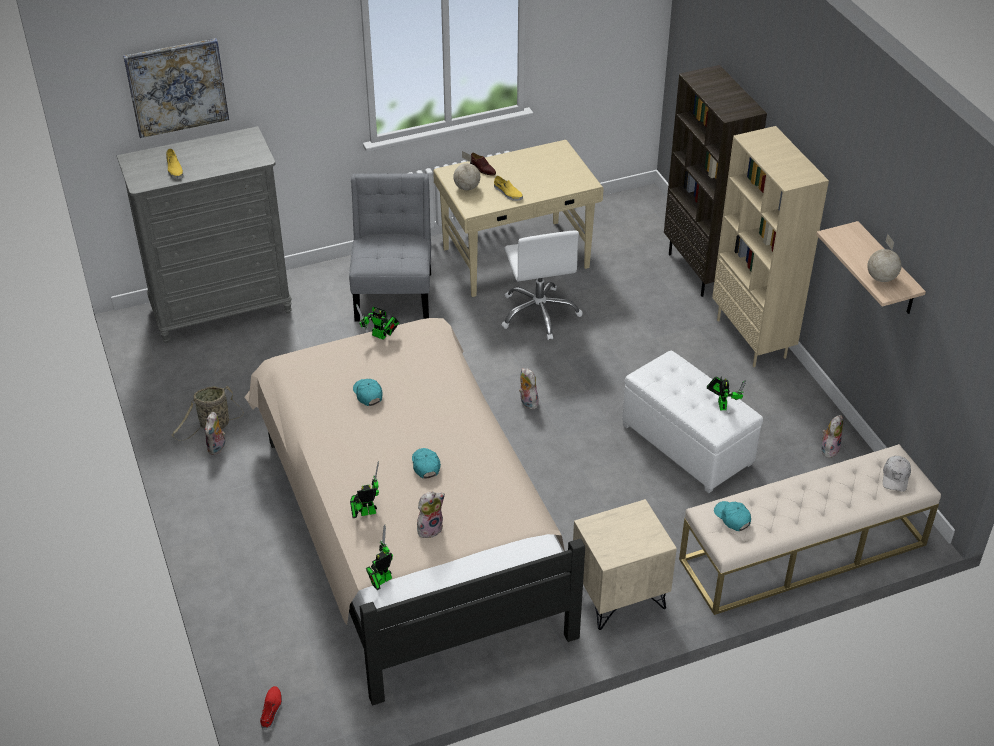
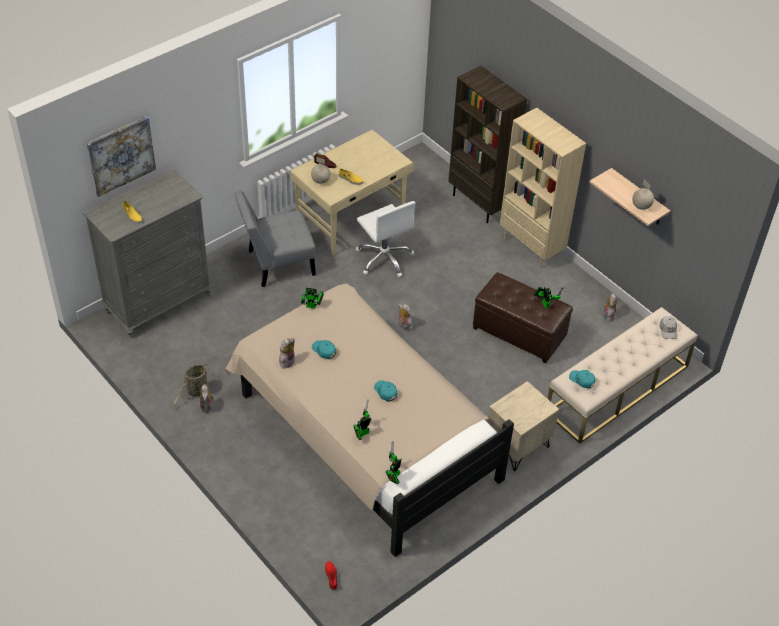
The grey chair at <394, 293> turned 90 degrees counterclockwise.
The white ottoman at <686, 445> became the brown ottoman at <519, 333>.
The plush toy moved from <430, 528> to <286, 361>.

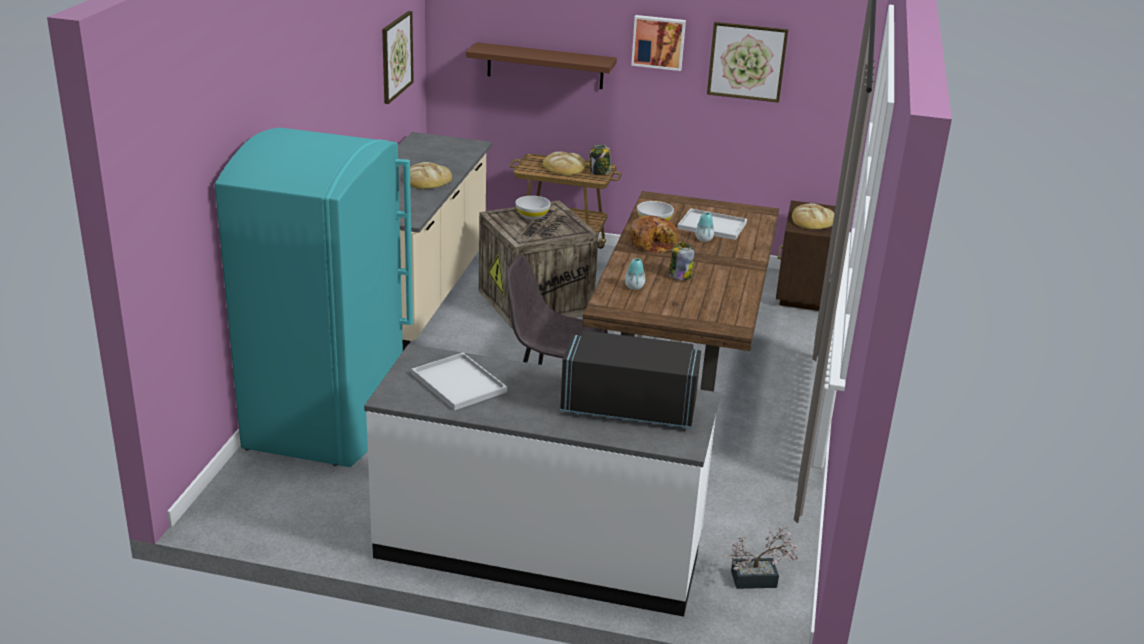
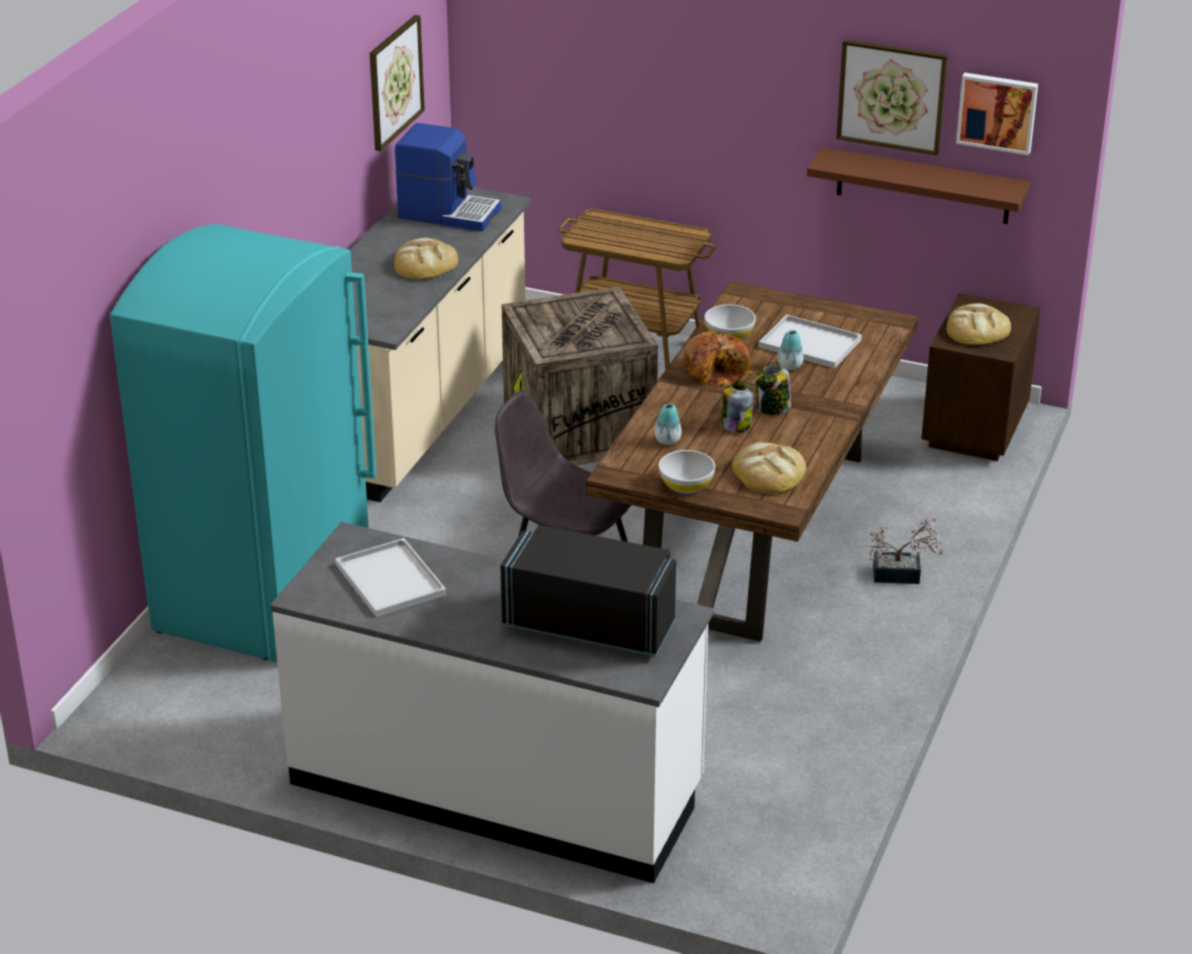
The picture moved from <658, 42> to <997, 112>.
The brown shelf moved from <545, 66> to <923, 186>.
The jar moved from <599, 172> to <772, 408>.
The bread moved from <564, 167> to <769, 472>.
The white bowl moved from <532, 216> to <686, 485>.
The potted plant moved from <759, 579> to <902, 575>.
The coffee machine at <449, 212> appeared.

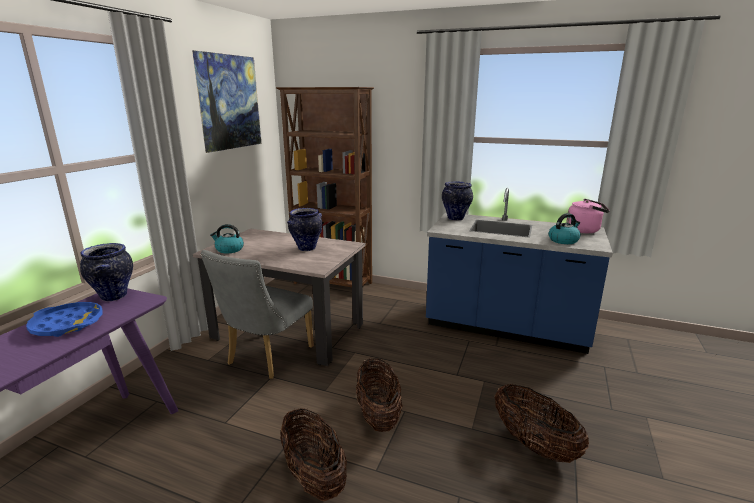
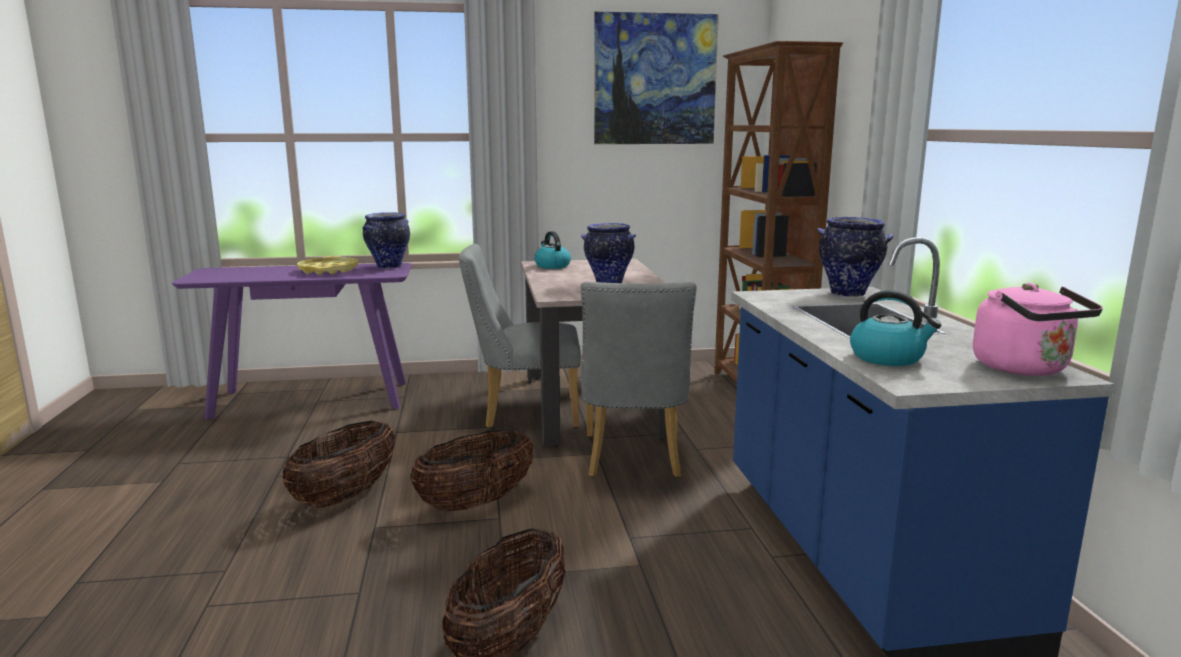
The blue tray at <67, 324> became the yellow tray at <328, 270>.
The grey chair at <633, 460> appeared.

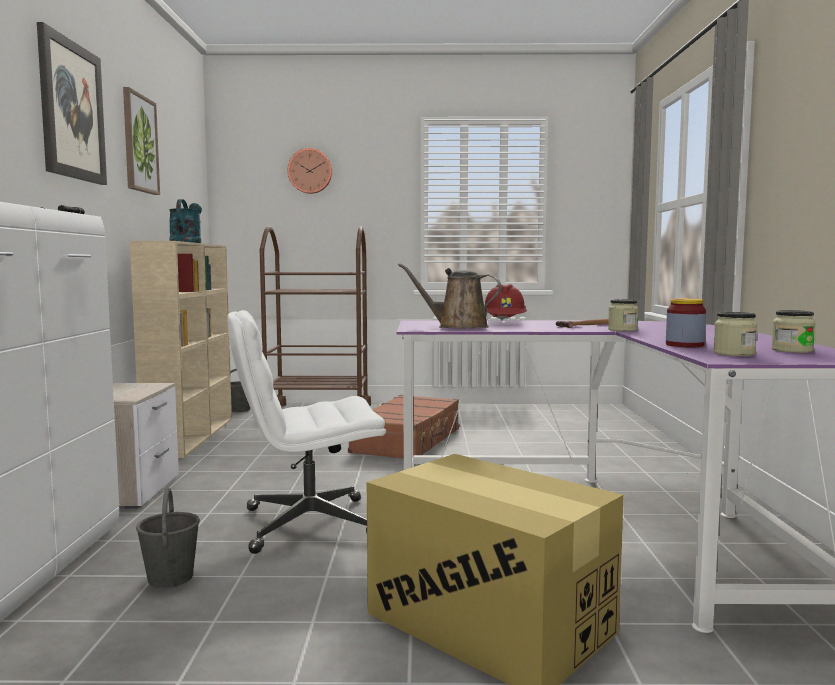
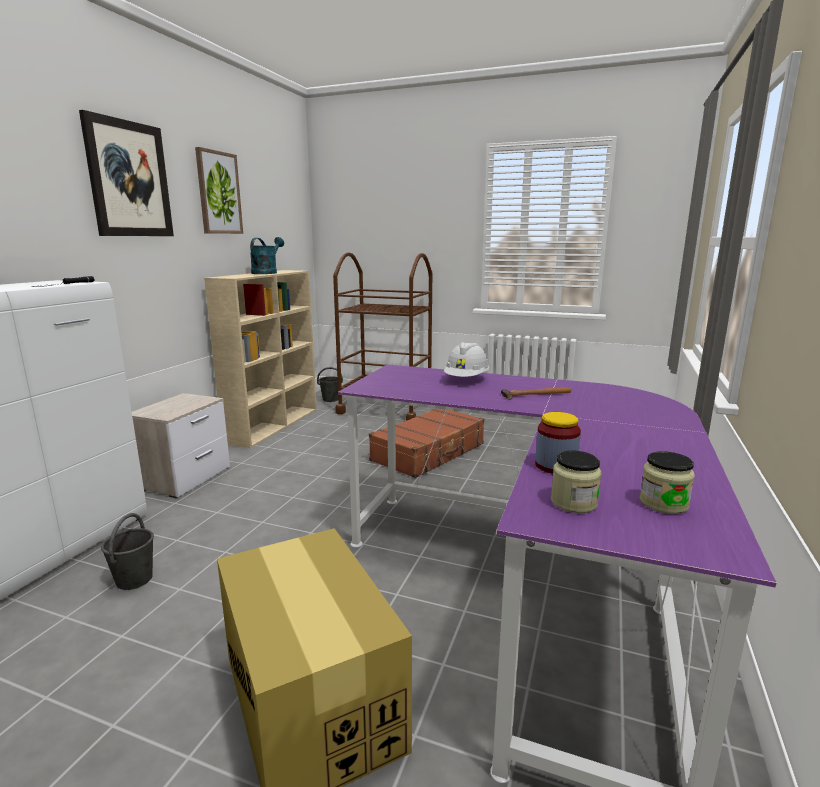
The wall clock at <310, 171> disappeared.
The brown watering can at <457, 327> disappeared.
The red hard hat at <504, 323> became the white hard hat at <466, 379>.
The jar at <622, 330> disappeared.
The white office chair at <307, 525> disappeared.

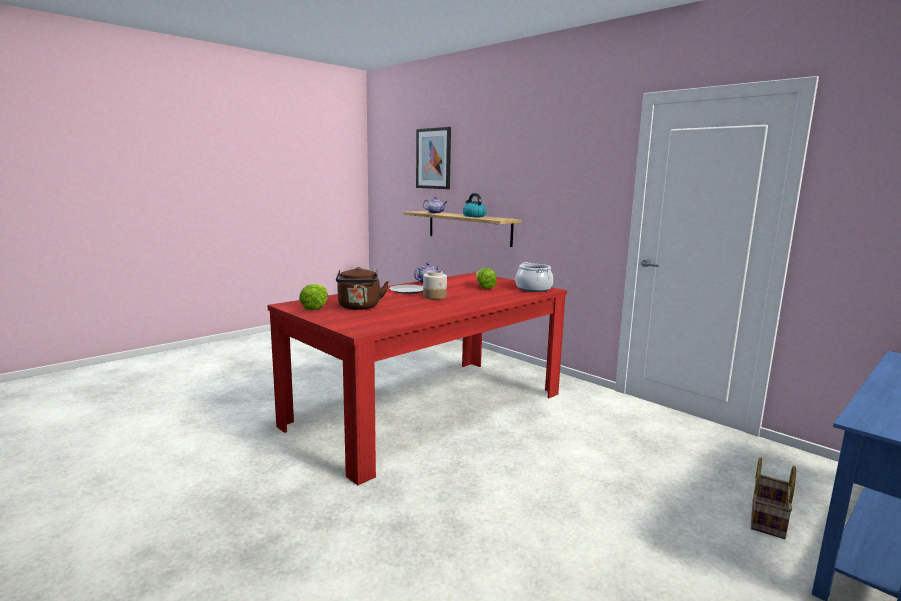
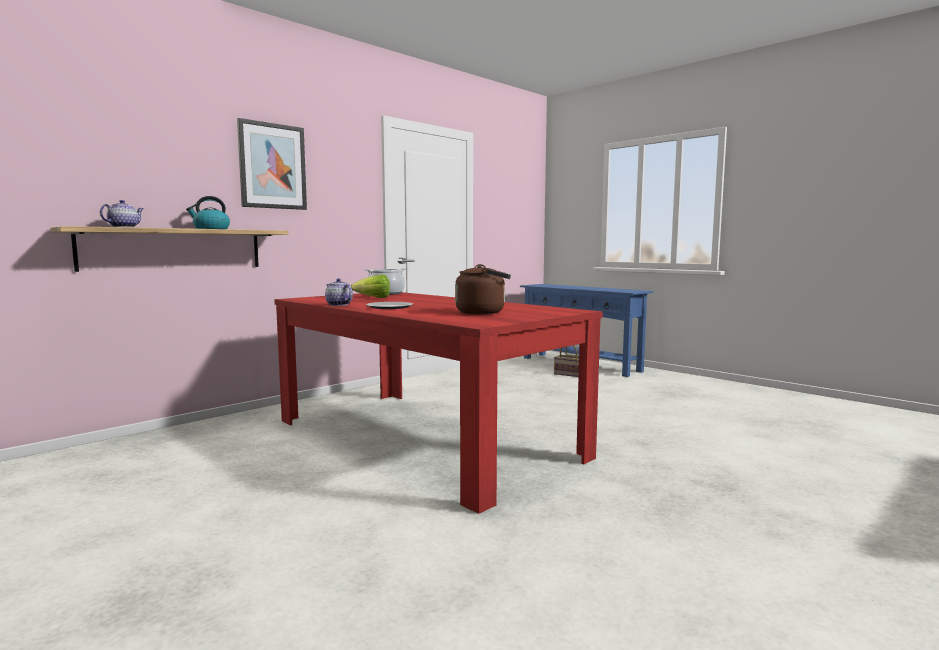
The picture moved from <433, 158> to <272, 166>.
The jar at <435, 297> disappeared.
The lettuce at <315, 307> disappeared.

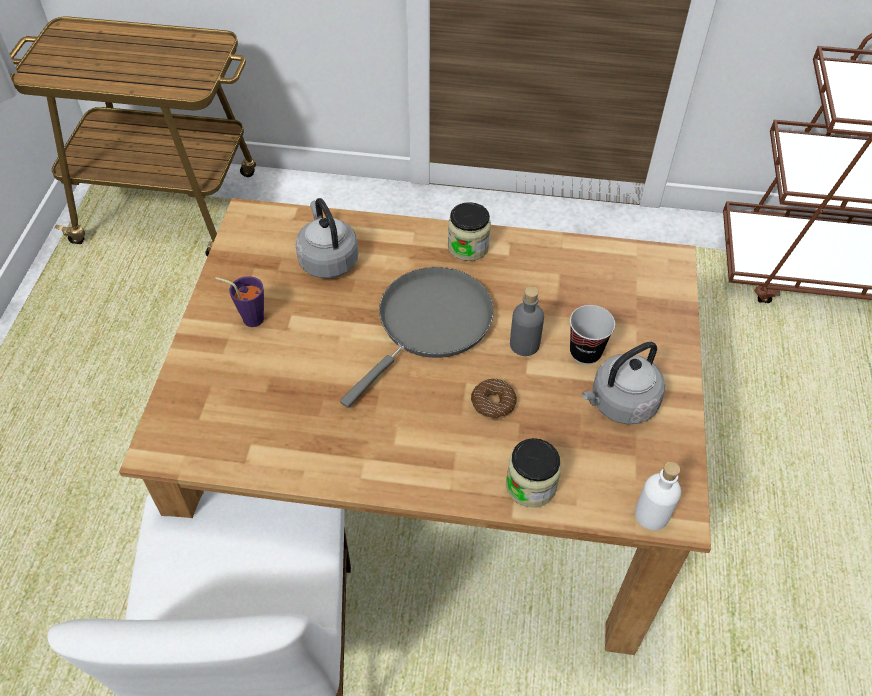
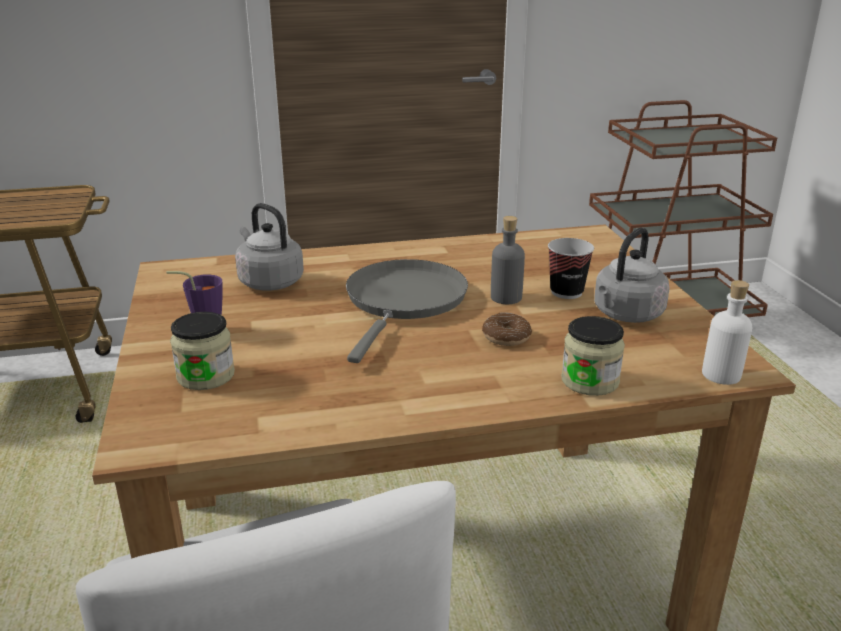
The jar moved from <468, 247> to <206, 376>.

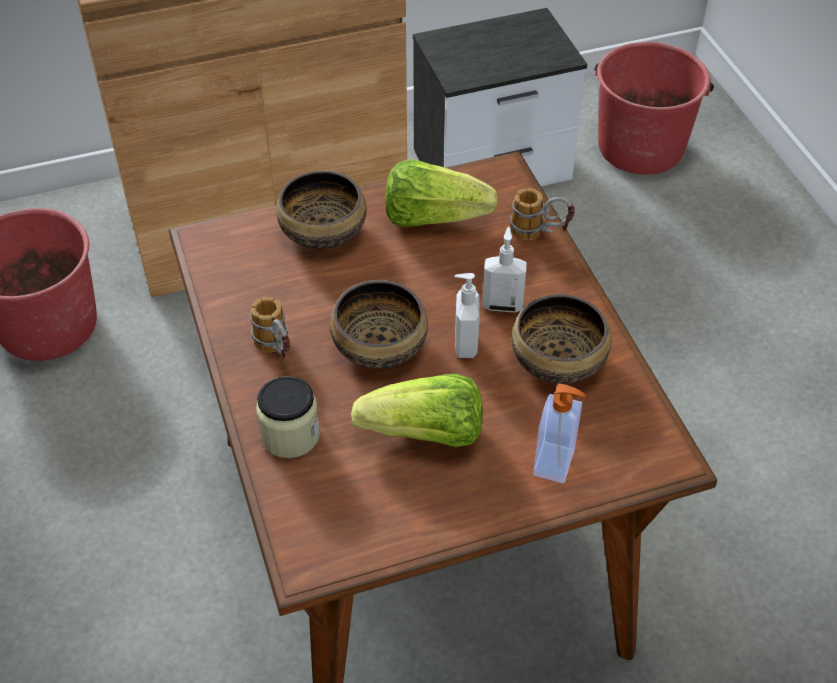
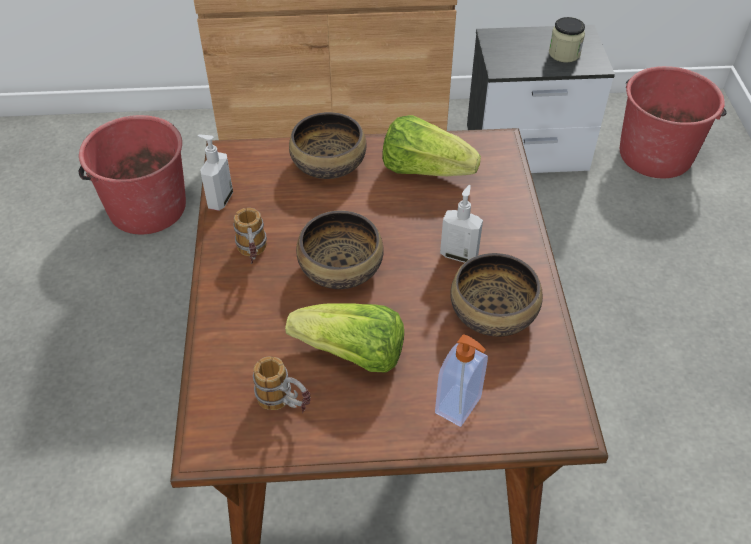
The mug moved from <540, 234> to <286, 404>.
The soap dispenser moved from <464, 344> to <219, 200>.
The jar moved from <290, 435> to <564, 54>.

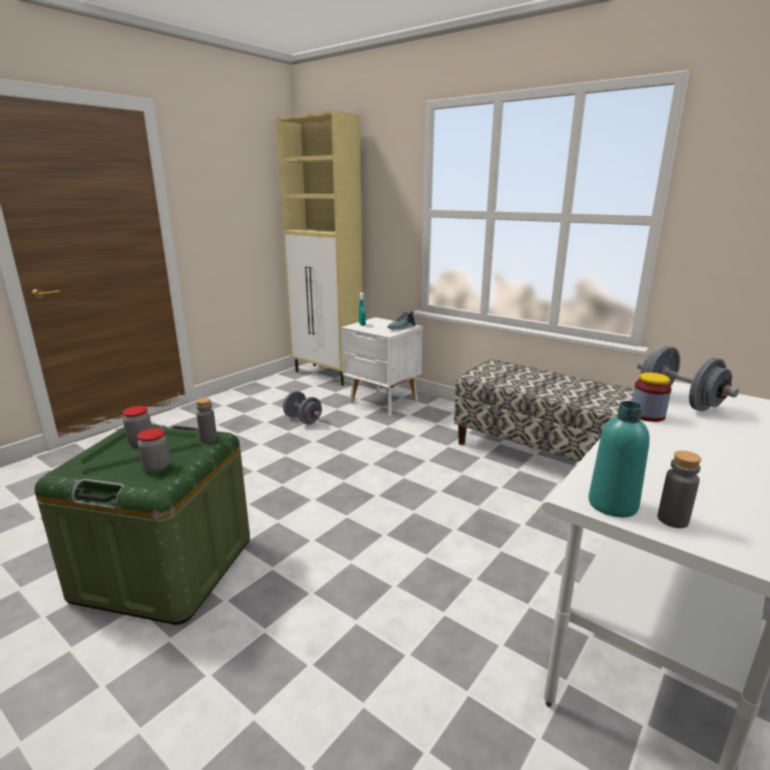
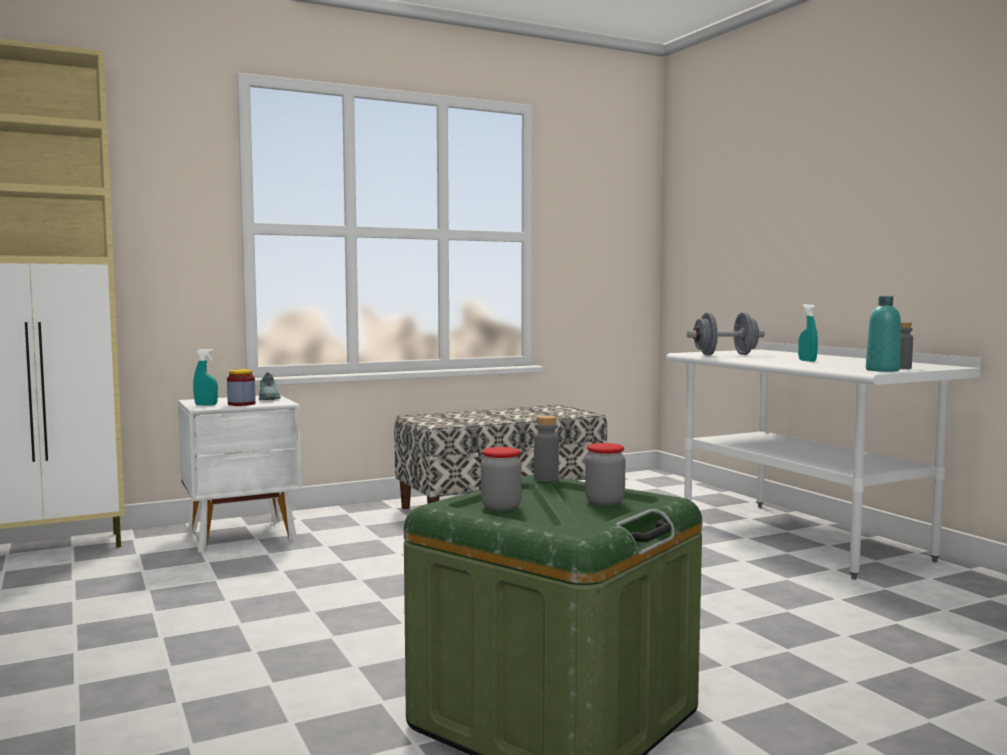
The jar moved from <647, 415> to <241, 404>.
The grey dumbbell at <303, 420> disappeared.
The turquoise spray bottle at <807, 361> appeared.

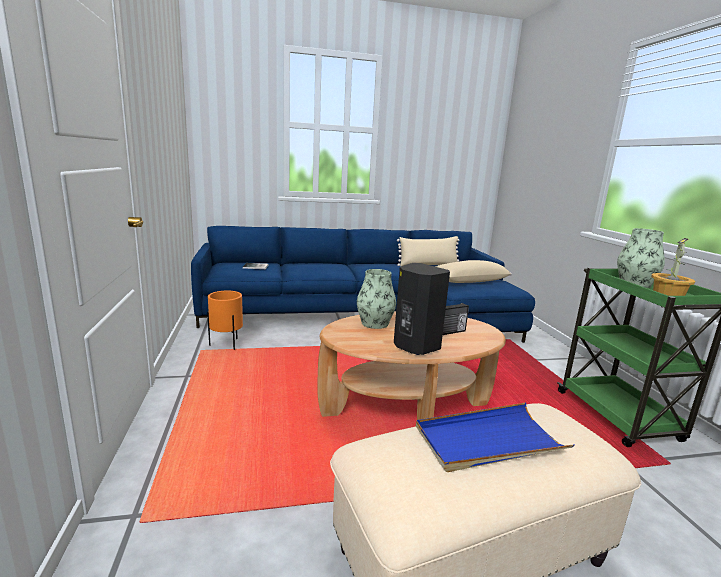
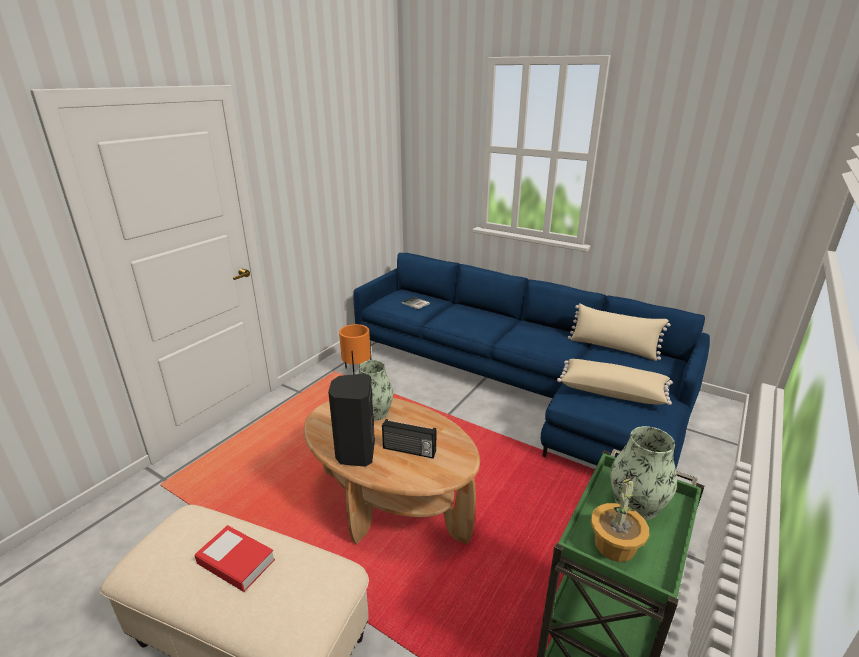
The blue tray at <489, 441> was replaced by the book at <236, 562>.

